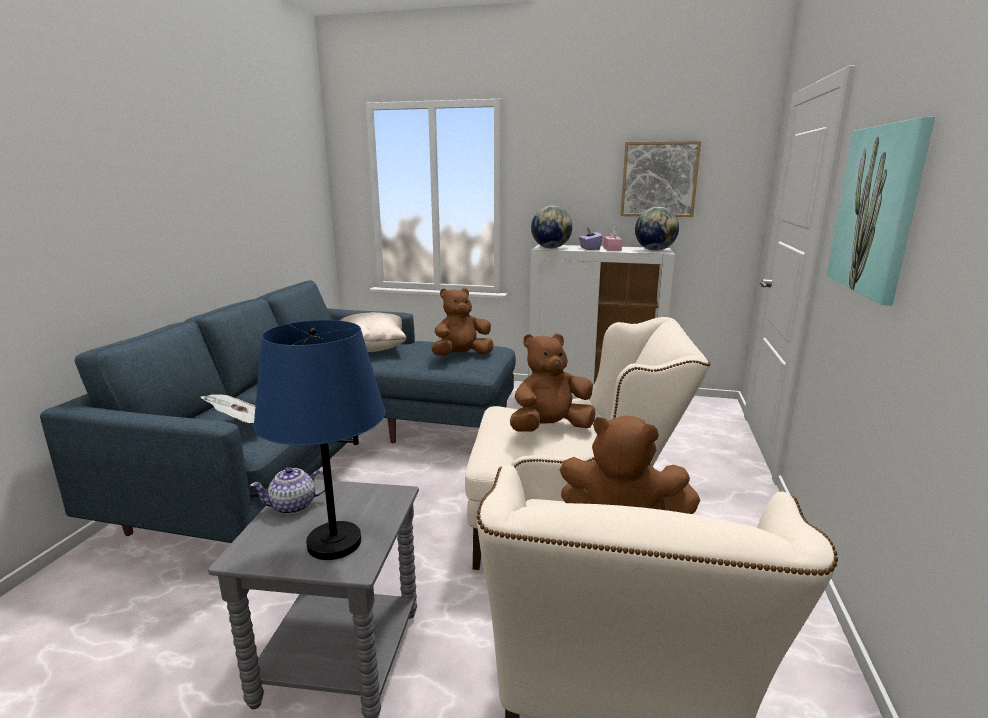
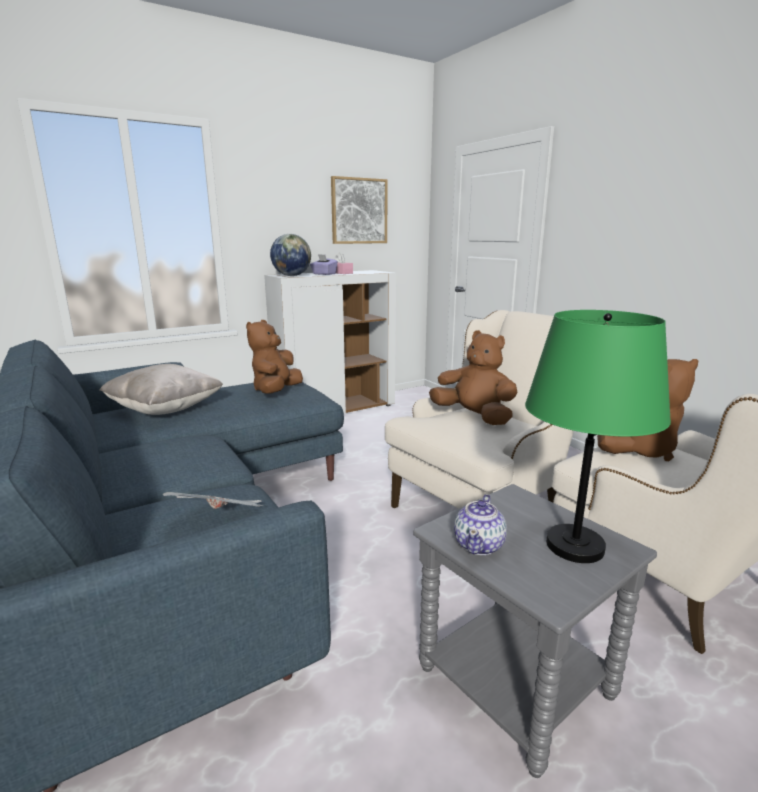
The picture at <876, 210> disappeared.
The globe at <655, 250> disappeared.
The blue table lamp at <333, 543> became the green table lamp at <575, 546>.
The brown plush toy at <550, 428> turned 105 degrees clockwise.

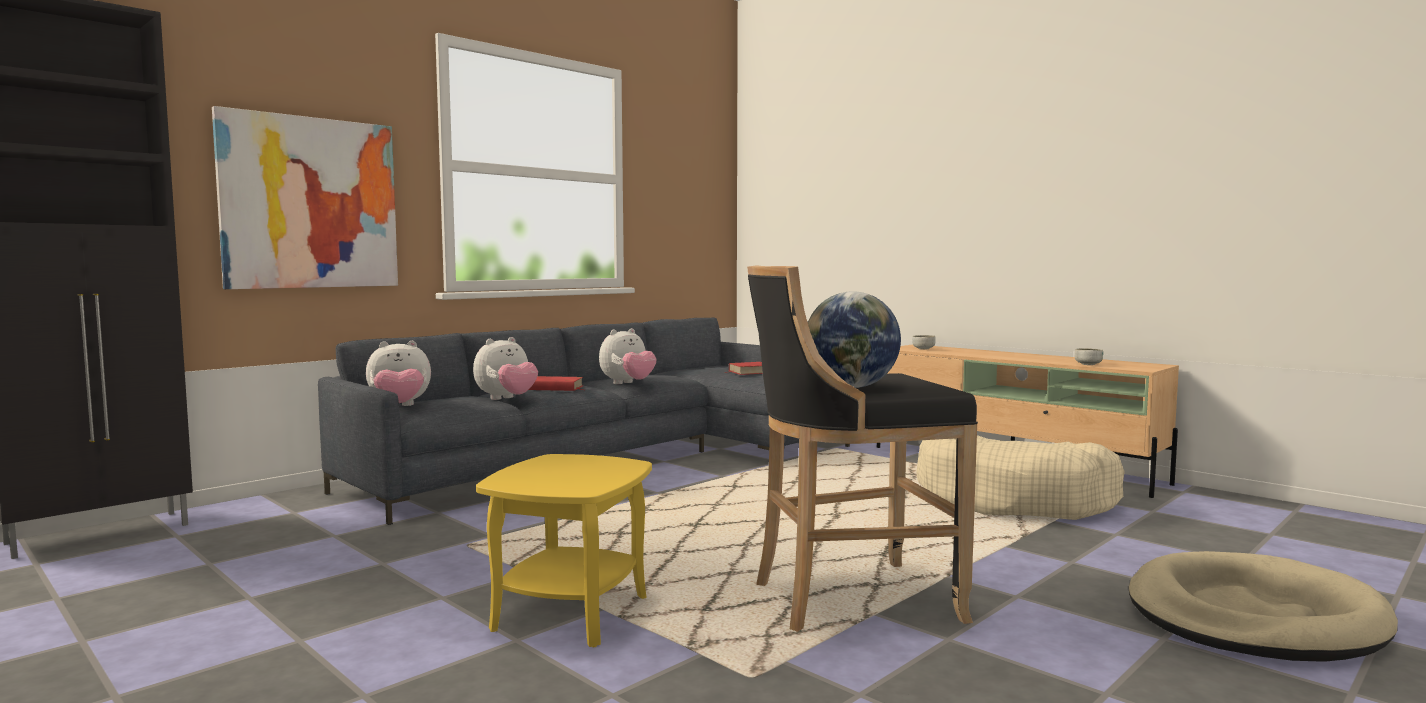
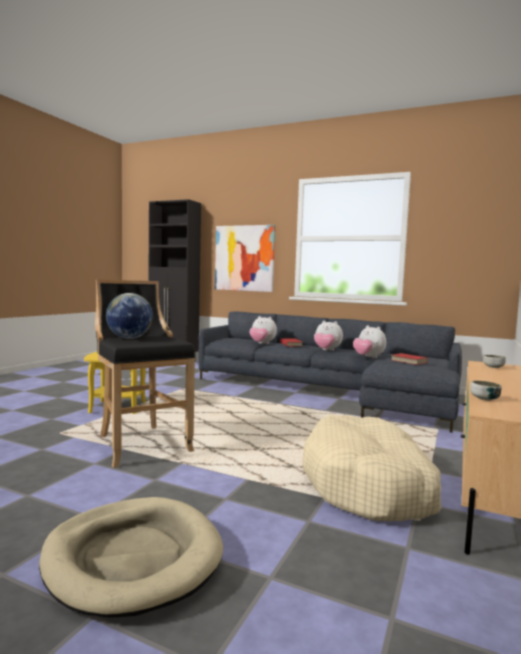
The plush toy moved from <400, 407> to <368, 357>.

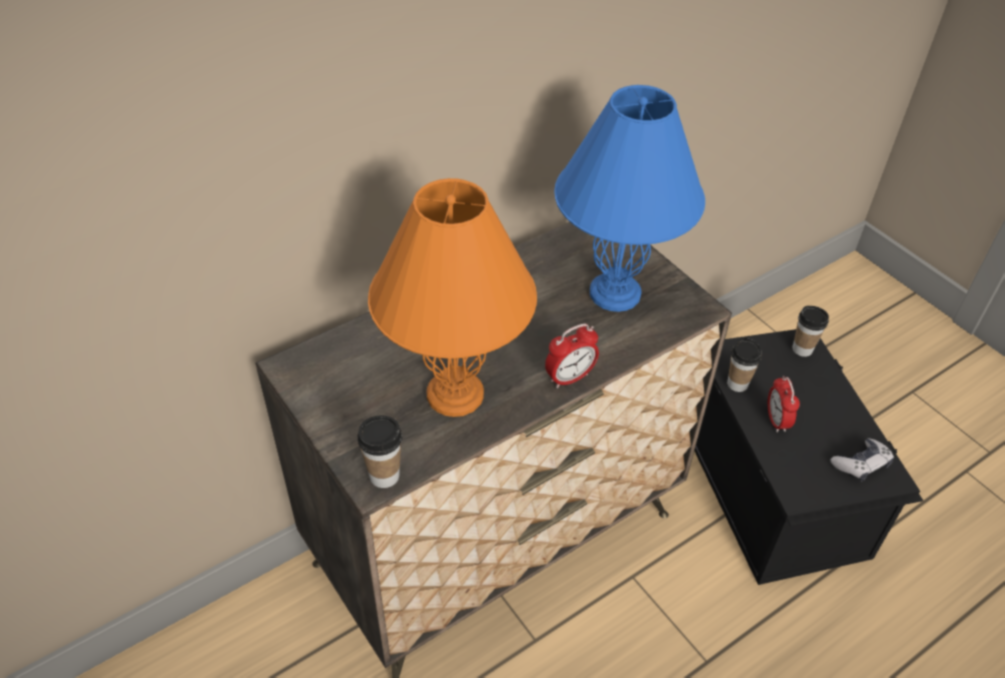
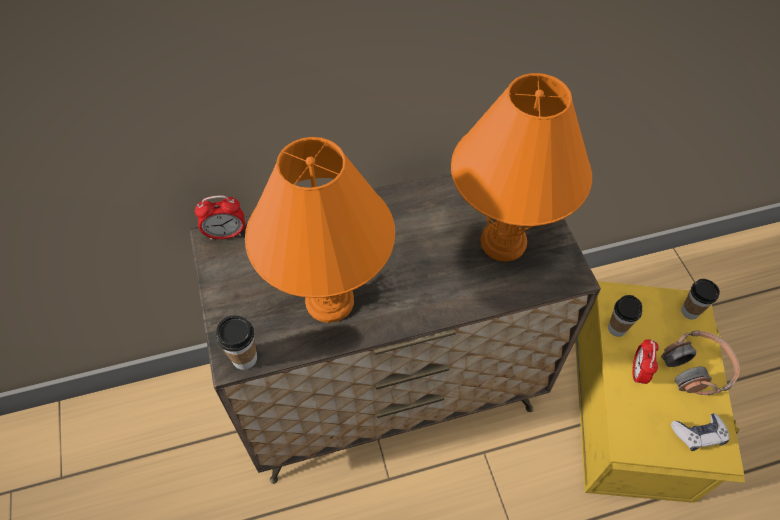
The blue table lamp at <616, 292> became the orange table lamp at <504, 241>.
The alarm clock moved from <569, 378> to <226, 234>.
The black storage box at <774, 486> became the yellow storage box at <633, 412>.
The headphones at <696, 368> appeared.

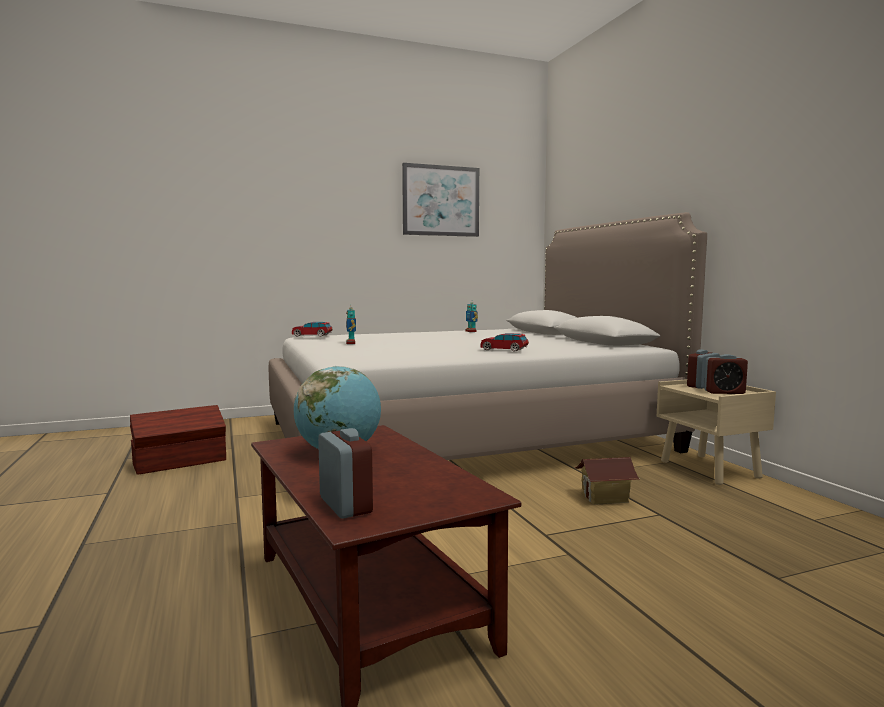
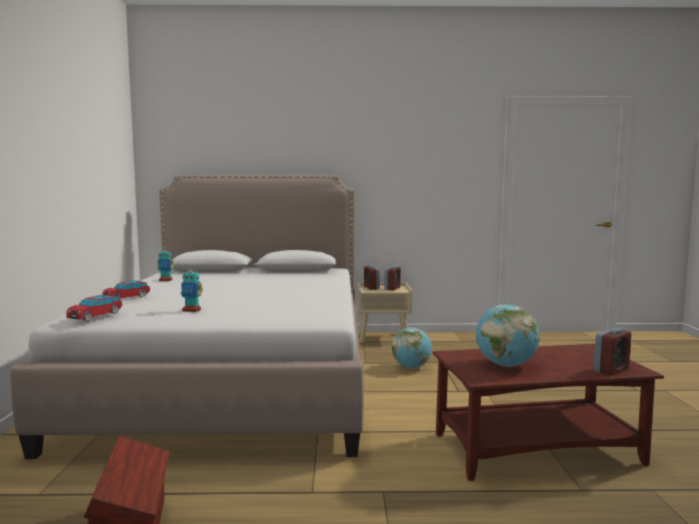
The picture at <441, 201> disappeared.
The toy car moved from <504, 350> to <126, 298>.
The alarm clock at <345, 505> turned 150 degrees clockwise.
The toy house at <605, 498> was replaced by the globe at <411, 367>.

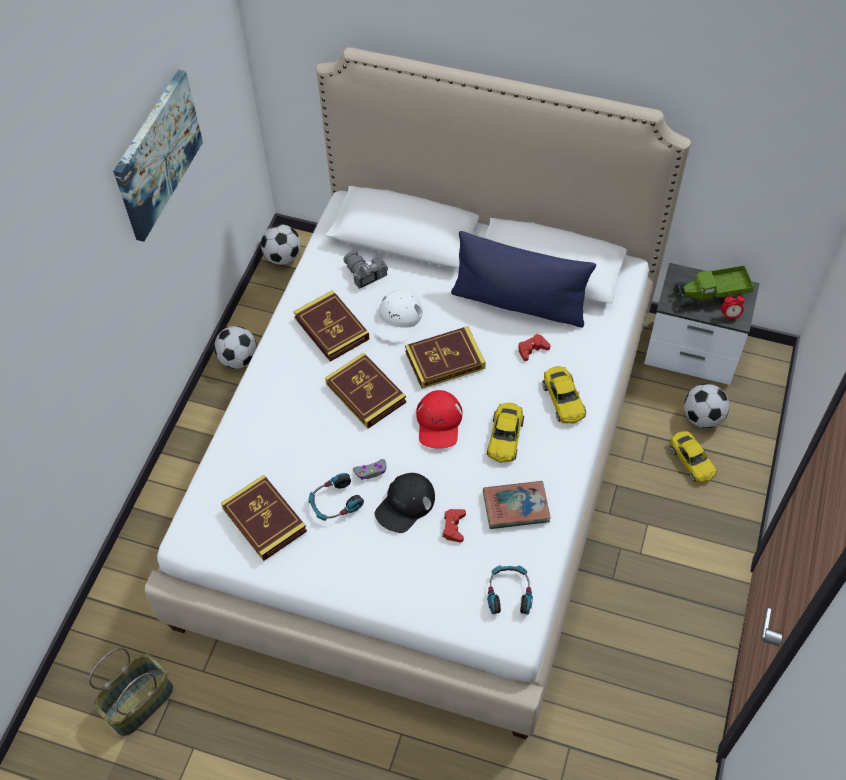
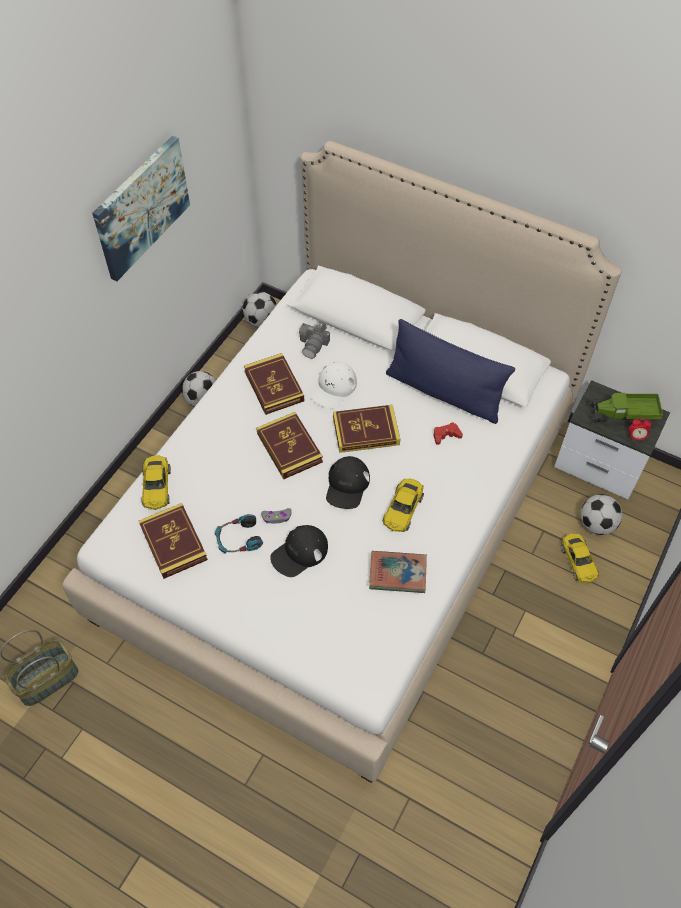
The photo camera at <364, 274> turned 135 degrees counterclockwise.
The yellow toy car moved from <563, 399> to <156, 486>.
The red cap at <439, 422> became the black cap at <347, 485>.
The red game controller at <453, 527> disappeared.
The headphones at <509, 593> disappeared.

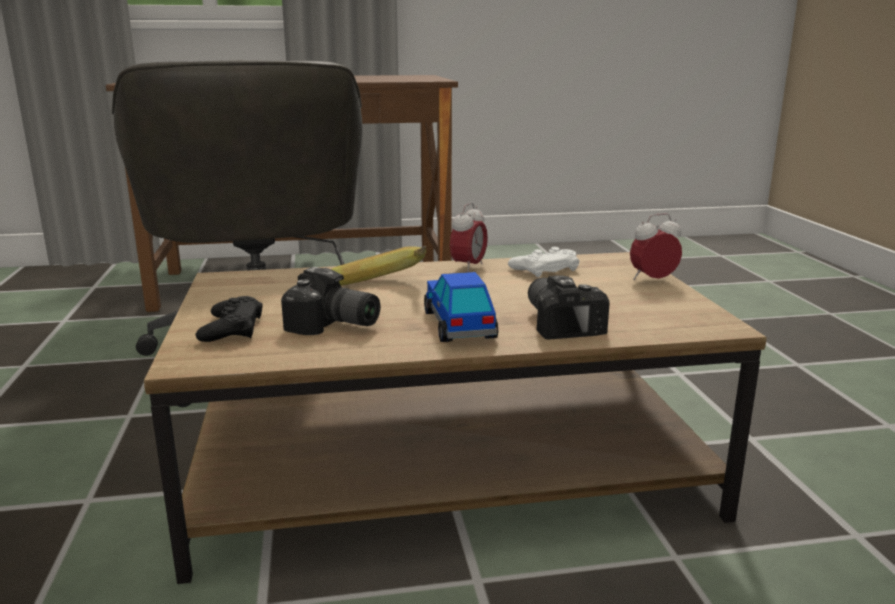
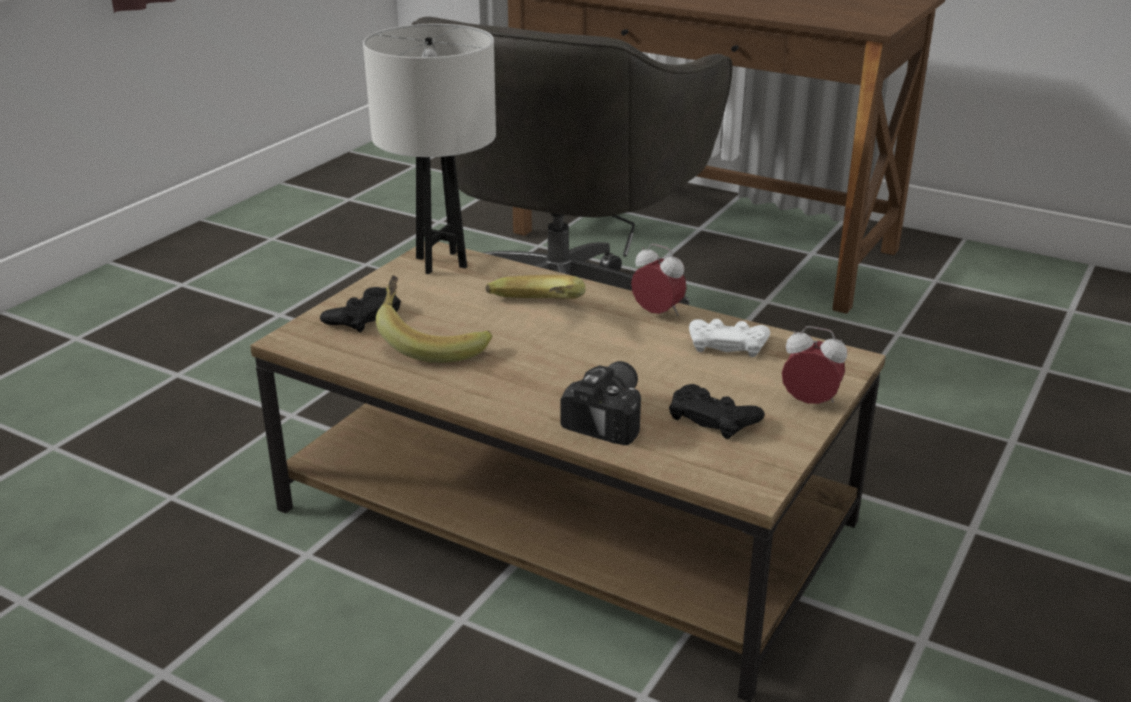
The alarm clock at <468, 267> turned 120 degrees counterclockwise.
The photo camera at <333, 326> was replaced by the banana at <431, 343>.
The toy car at <459, 325> disappeared.
The white table lamp at <441, 262> appeared.
The black game controller at <713, 418> appeared.

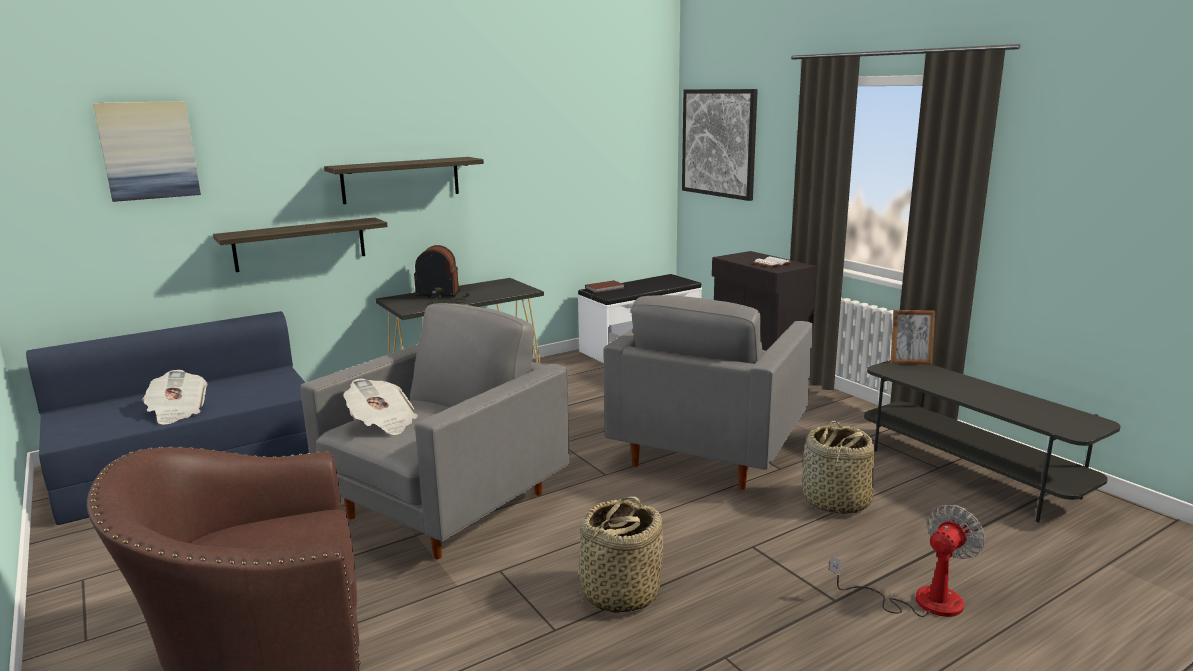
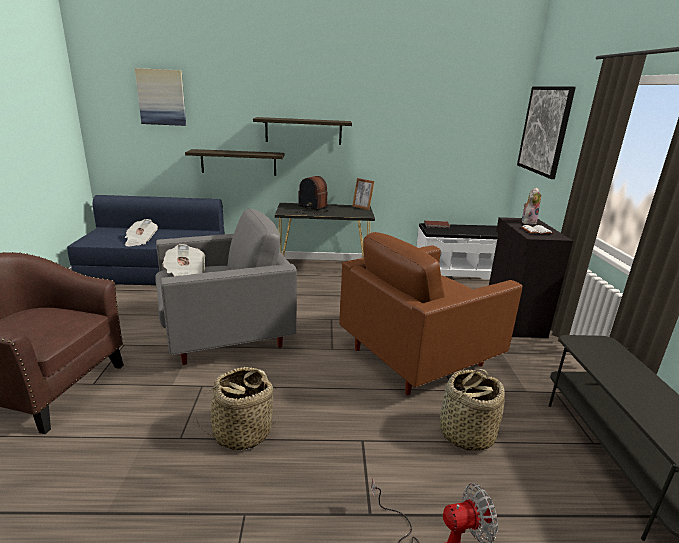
The grey armchair at <709, 449> became the brown armchair at <418, 356>.
The picture frame moved from <910, 362> to <362, 207>.
The plush toy at <528, 222> appeared.

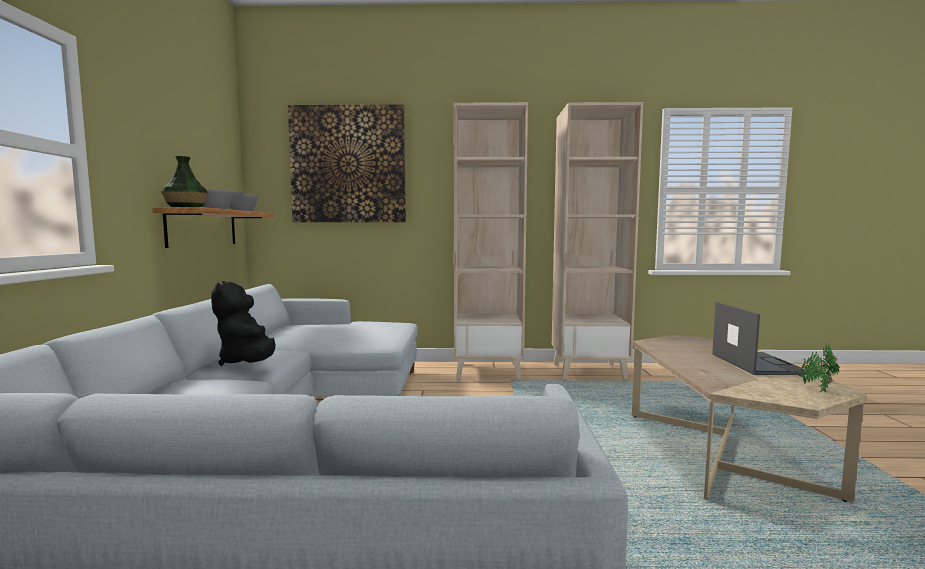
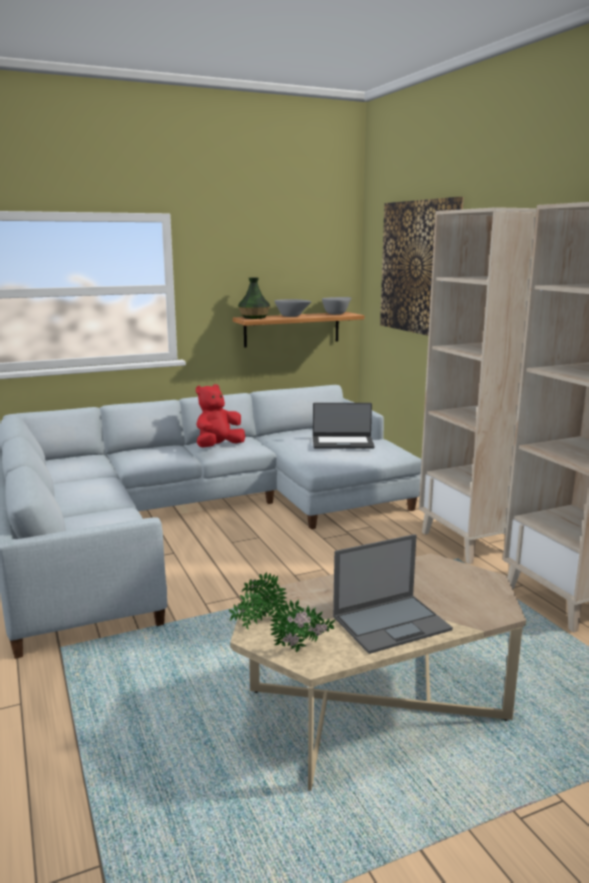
The black plush toy at <248, 362> became the red plush toy at <218, 447>.
The laptop at <342, 443> appeared.
The potted plant at <257, 624> appeared.

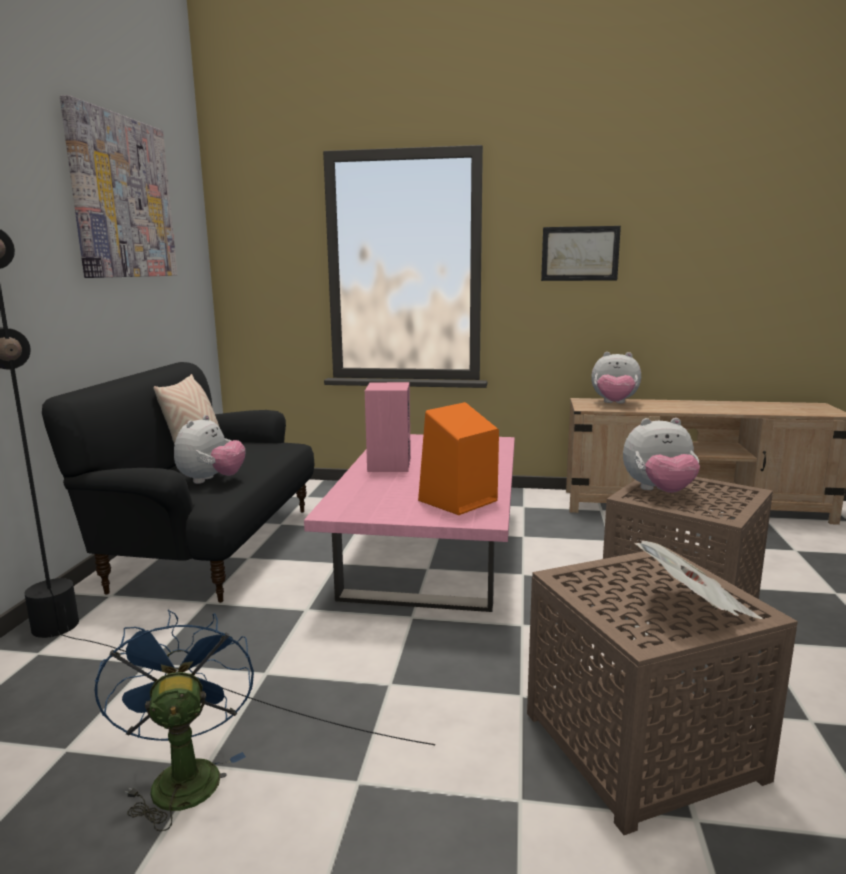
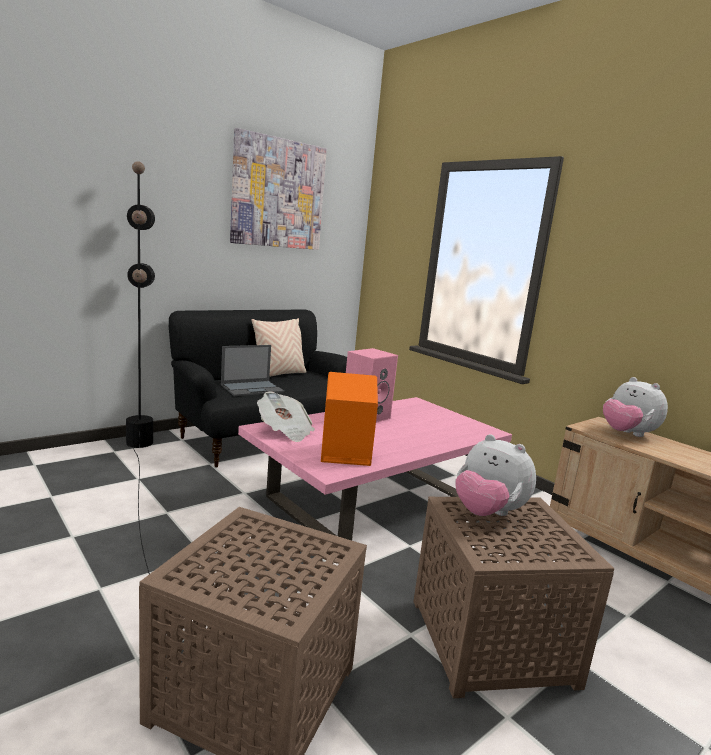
The picture at <580, 253> disappeared.
The plush toy at <211, 480> was replaced by the laptop at <252, 388>.
The newspaper moved from <694, 608> to <285, 431>.
The blue fan at <183, 775> disappeared.

